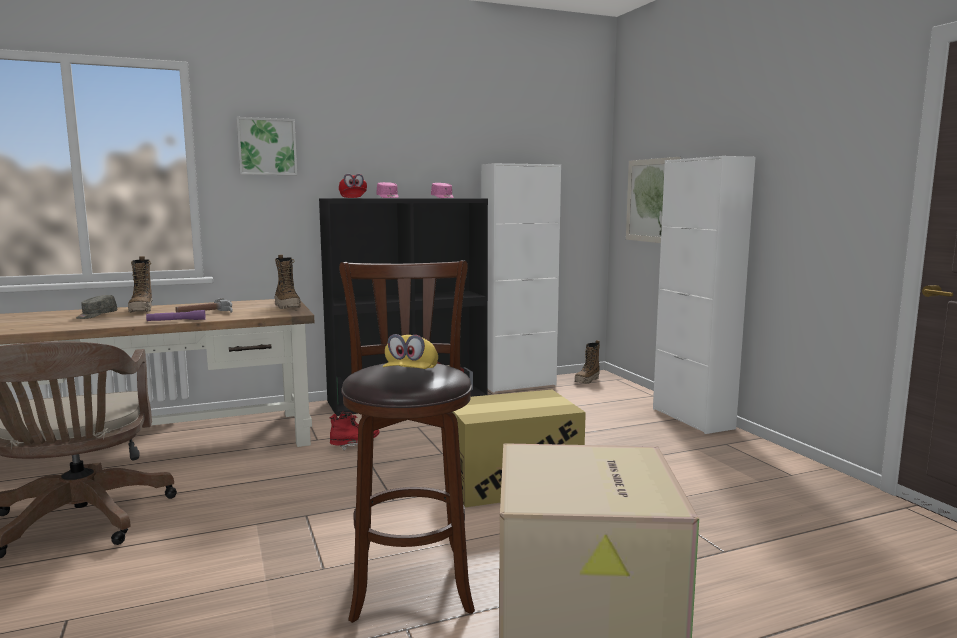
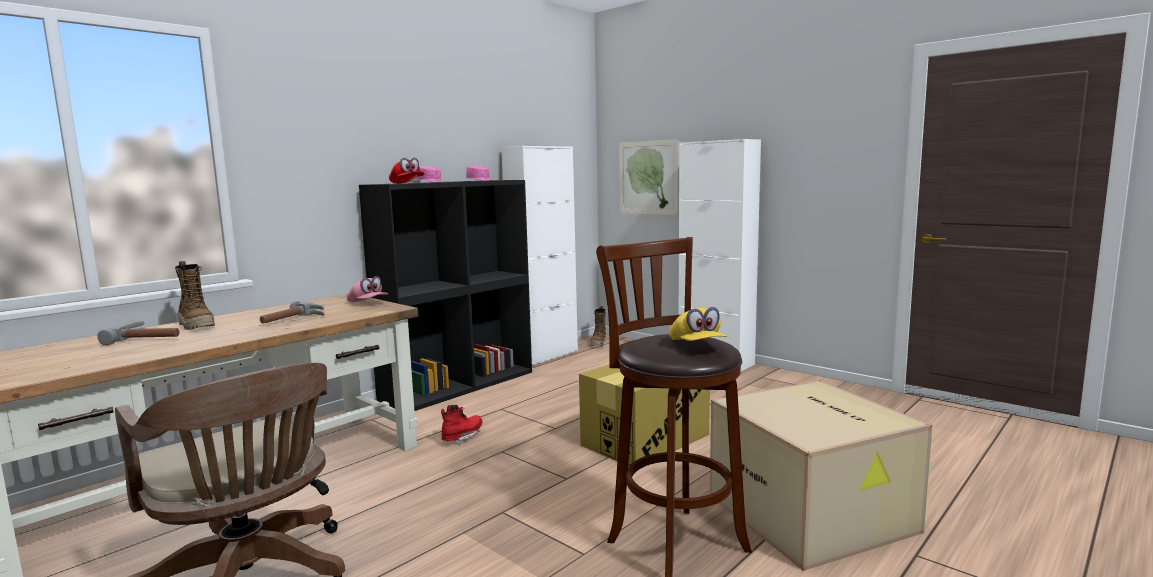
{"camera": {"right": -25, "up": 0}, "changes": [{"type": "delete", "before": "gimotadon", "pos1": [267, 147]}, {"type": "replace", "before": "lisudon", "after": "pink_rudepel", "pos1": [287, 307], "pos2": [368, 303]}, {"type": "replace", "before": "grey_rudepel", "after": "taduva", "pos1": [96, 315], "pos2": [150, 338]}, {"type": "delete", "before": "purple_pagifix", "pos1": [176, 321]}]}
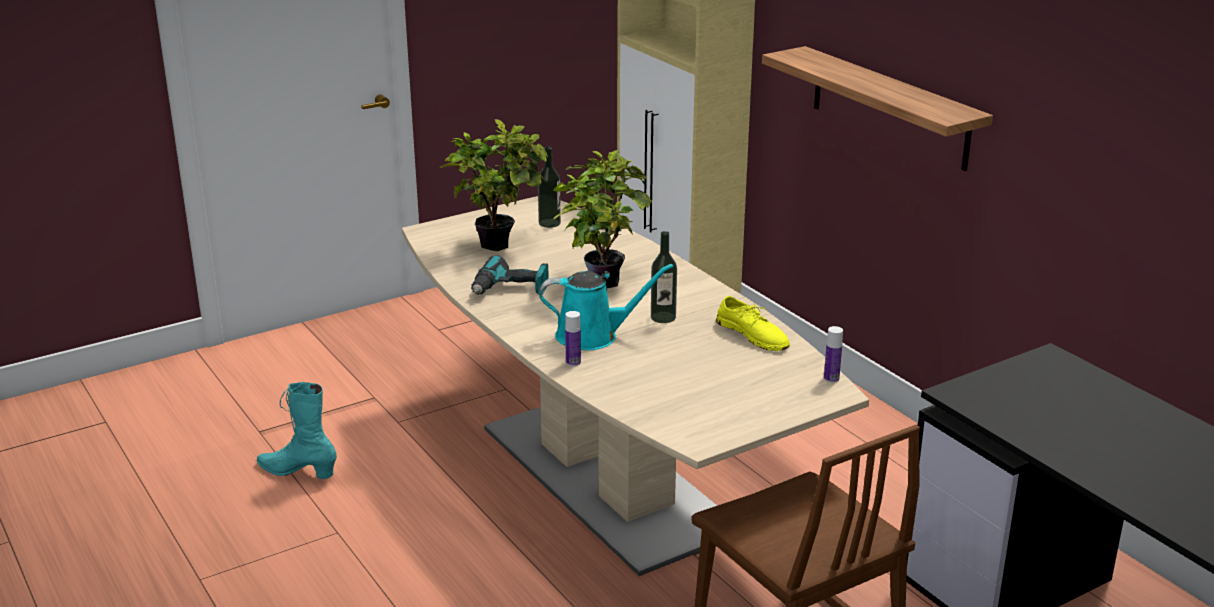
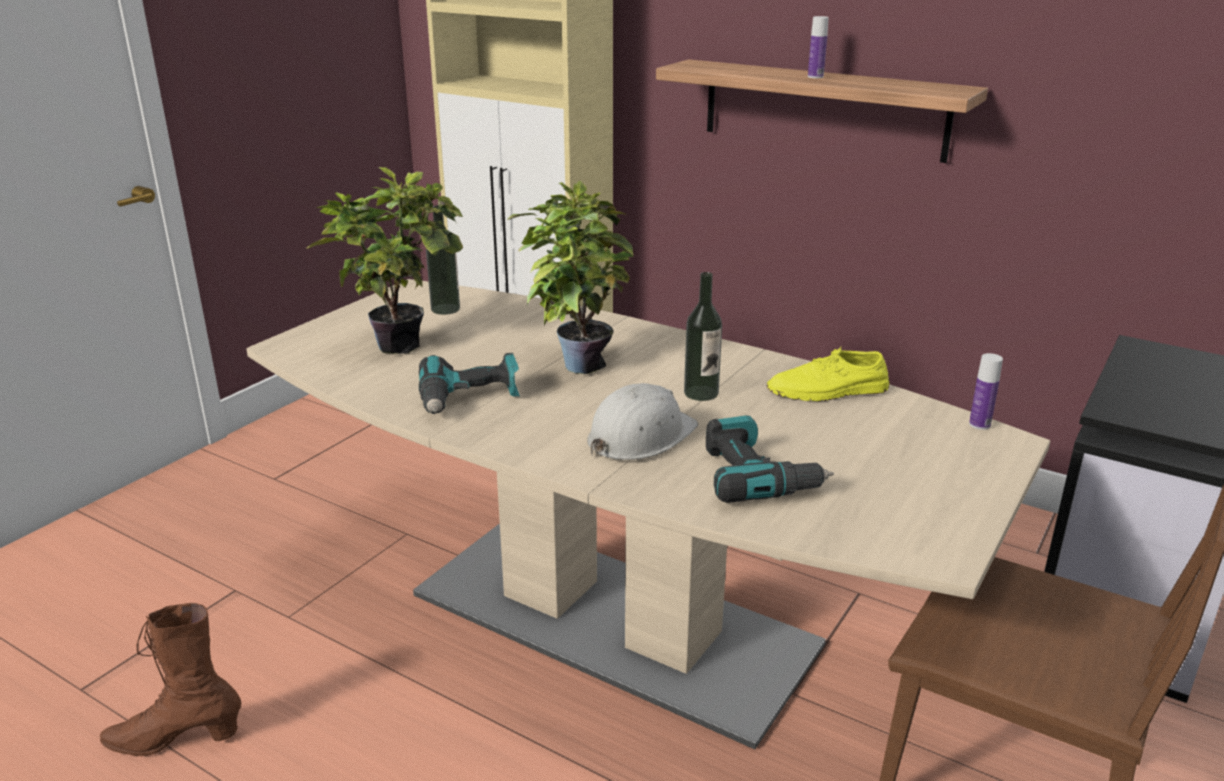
{"camera": {"right": -25, "up": 0}, "changes": [{"type": "replace", "before": "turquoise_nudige", "after": "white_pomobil", "pos1": [593, 336], "pos2": [640, 436]}, {"type": "rotate", "before": "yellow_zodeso", "pos1": [753, 334], "pos2": [828, 391], "turn": 150}, {"type": "move", "before": "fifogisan", "pos1": [573, 362], "pos2": [815, 77]}, {"type": "recolor", "before": "turquoise_lisudon", "after": "brown_lisudon", "pos1": [298, 472], "pos2": [176, 739]}, {"type": "insert", "after": "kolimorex", "pos2": [757, 476]}]}
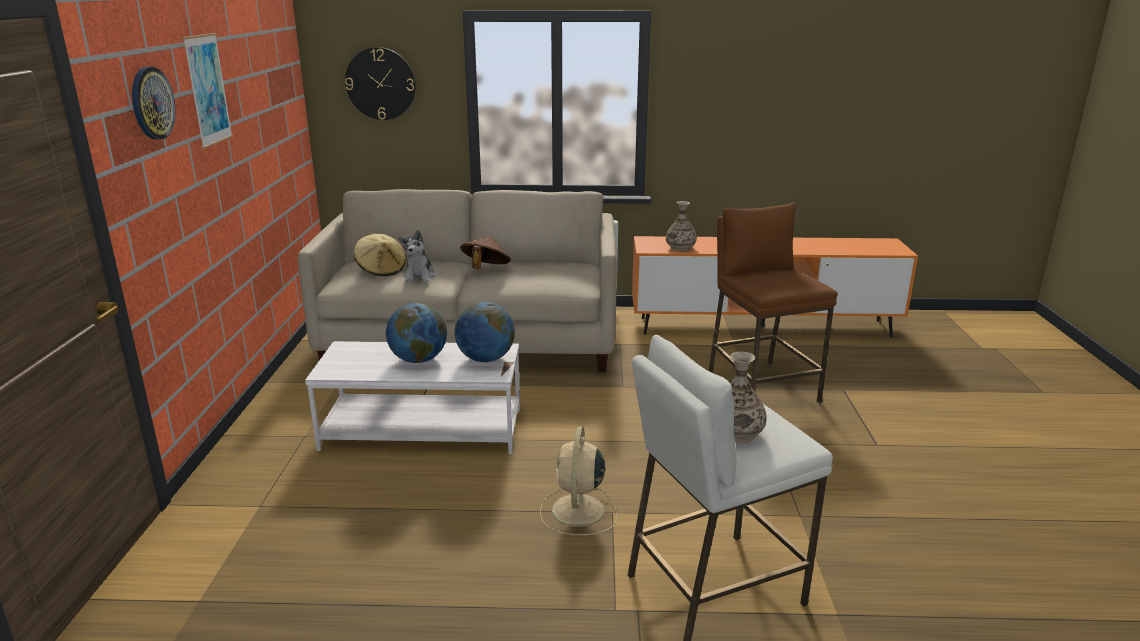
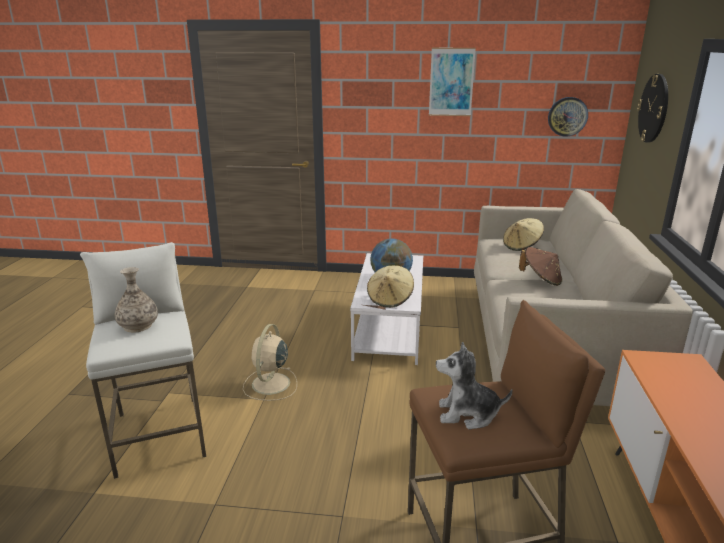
{"camera": {"right": 95, "up": 0}, "changes": [{"type": "move", "before": "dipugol", "pos1": [151, 103], "pos2": [567, 116]}, {"type": "delete", "before": "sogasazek", "pos1": [680, 248]}, {"type": "move", "before": "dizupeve", "pos1": [419, 277], "pos2": [467, 414]}, {"type": "replace", "before": "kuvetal", "after": "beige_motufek", "pos1": [486, 359], "pos2": [390, 299]}, {"type": "rotate", "before": "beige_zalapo", "pos1": [577, 512], "pos2": [270, 384], "turn": -90}]}
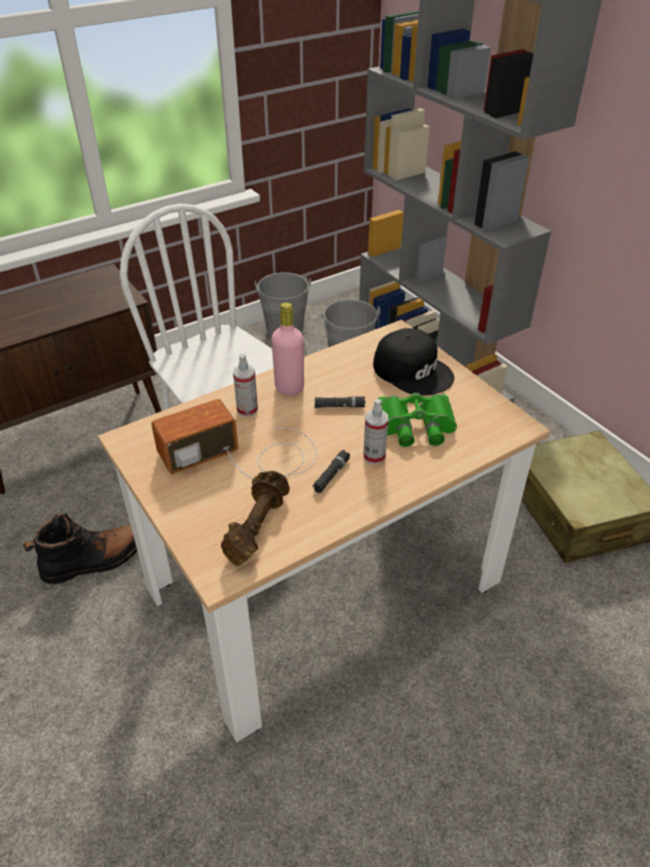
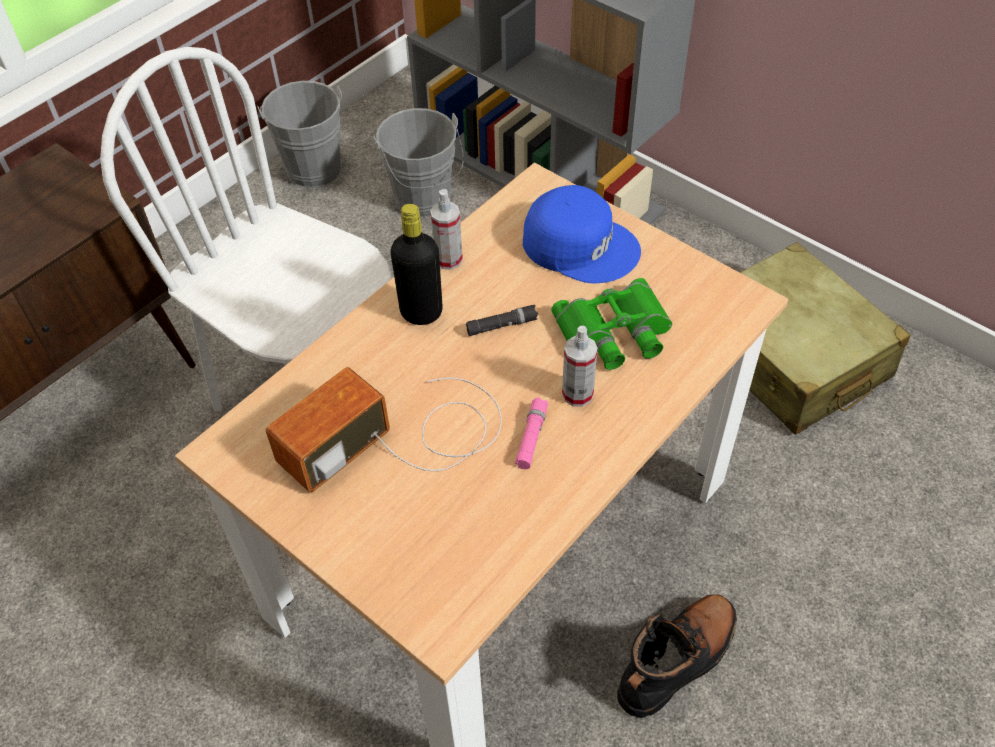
{"camera": {"right": -15, "up": 10}, "changes": [{"type": "recolor", "before": "pink_fifogisan", "after": "black_fifogisan", "pos1": [289, 388], "pos2": [421, 312]}, {"type": "recolor", "before": "black_rudepel", "after": "blue_rudepel", "pos1": [413, 370], "pos2": [580, 244]}, {"type": "move", "before": "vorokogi", "pos1": [247, 410], "pos2": [448, 259]}, {"type": "recolor", "before": "black_pagifix", "after": "pink_pagifix", "pos1": [331, 475], "pos2": [531, 437]}, {"type": "delete", "before": "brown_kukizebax", "pos1": [256, 527]}, {"type": "move", "before": "black_lisudon", "pos1": [93, 561], "pos2": [677, 660]}]}
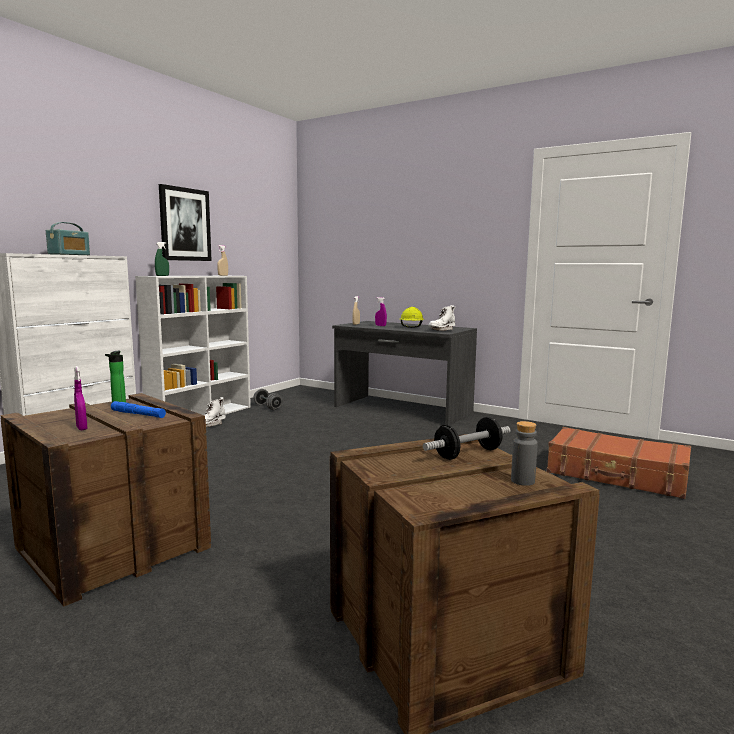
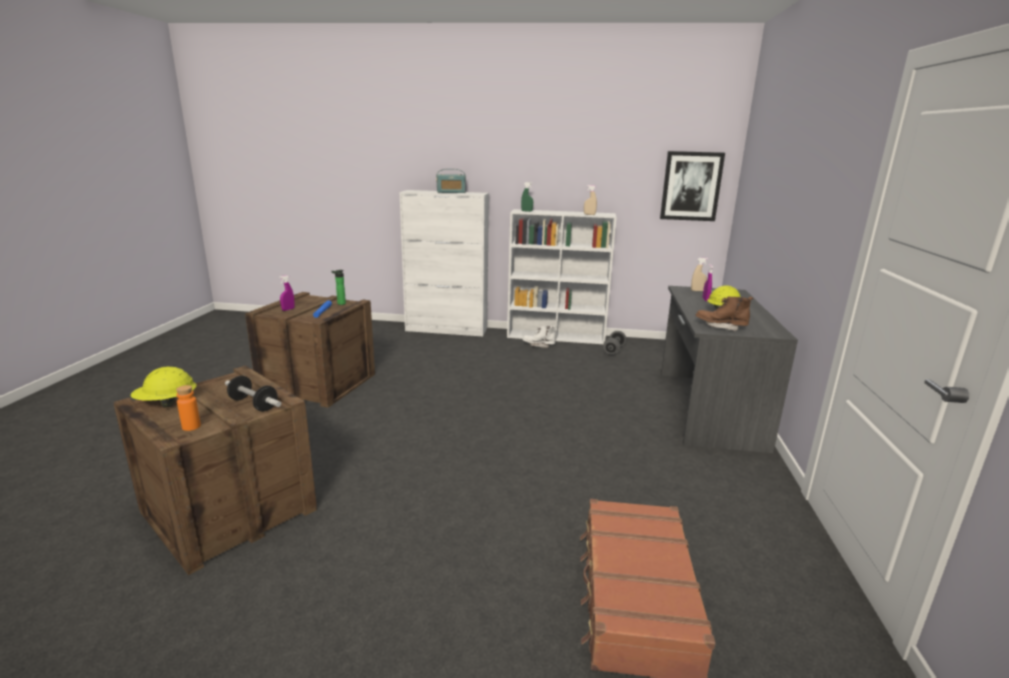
{"camera": {"right": 65, "up": 10}, "changes": [{"type": "move", "before": "gimotadon", "pos1": [185, 224], "pos2": [691, 186]}, {"type": "recolor", "before": "white_lisudon", "after": "brown_lisudon", "pos1": [441, 330], "pos2": [721, 326]}, {"type": "recolor", "before": "grey_fifogisan", "after": "orange_fifogisan", "pos1": [522, 481], "pos2": [191, 426]}, {"type": "insert", "after": "yellow_pomobil", "pos2": [167, 403]}]}
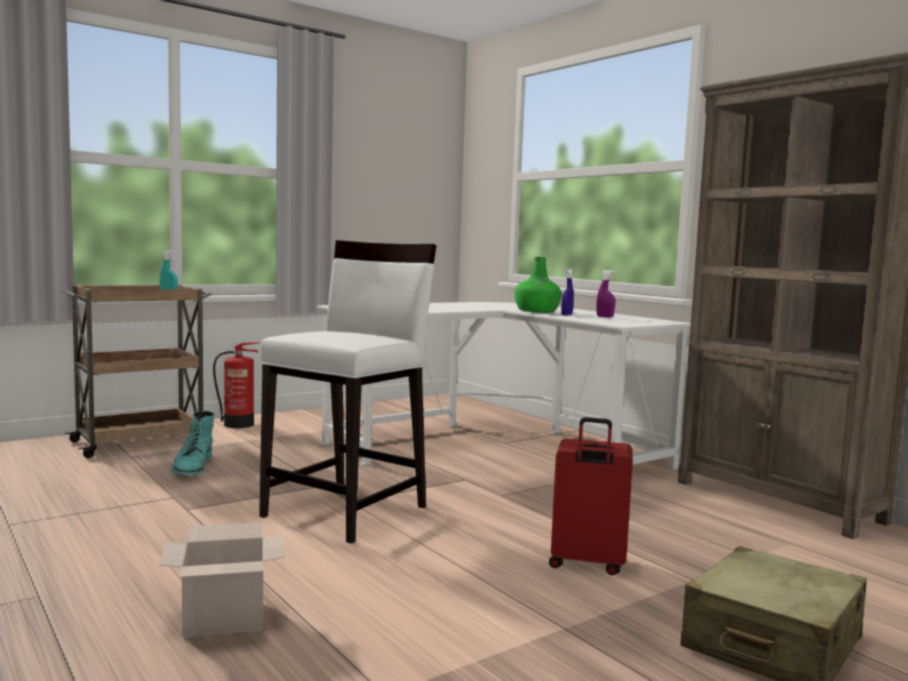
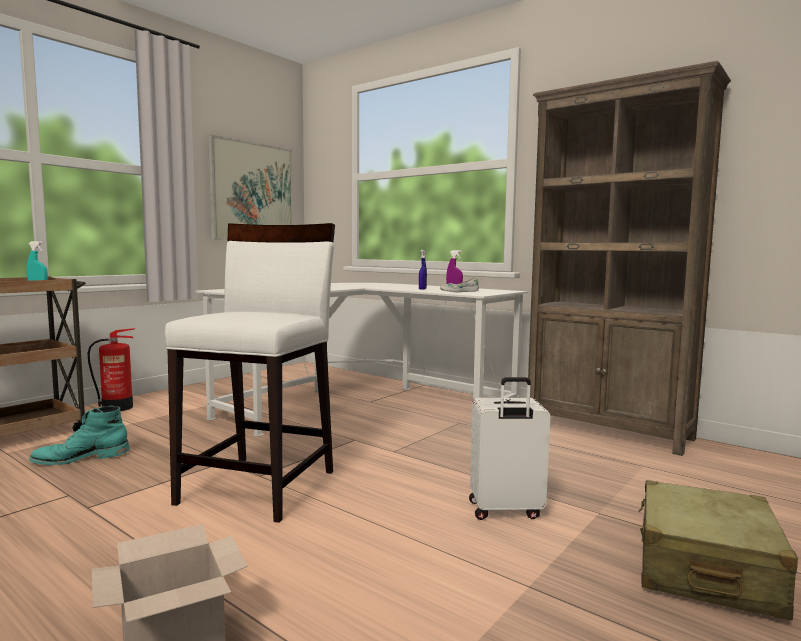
{"camera": {"right": -15, "up": 0}, "changes": [{"type": "delete", "before": "green_fifogisan", "pos1": [537, 311]}, {"type": "rotate", "before": "turquoise_lisudon", "pos1": [192, 467], "pos2": [81, 458], "turn": 90}, {"type": "recolor", "before": "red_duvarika", "after": "white_duvarika", "pos1": [586, 564], "pos2": [505, 511]}, {"type": "insert", "after": "gimotadon", "pos2": [252, 192]}, {"type": "insert", "after": "white_zodeso", "pos2": [459, 291]}]}
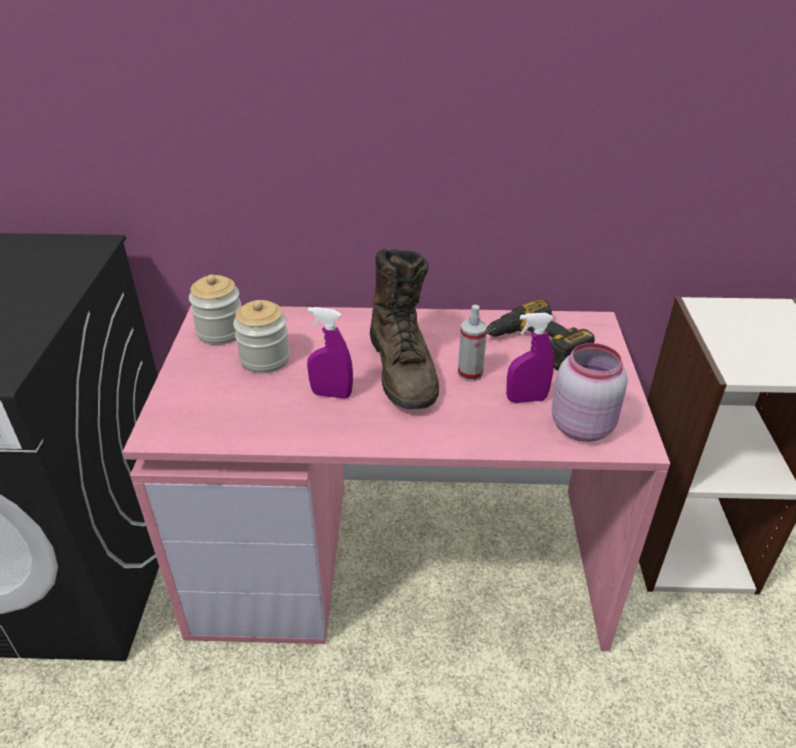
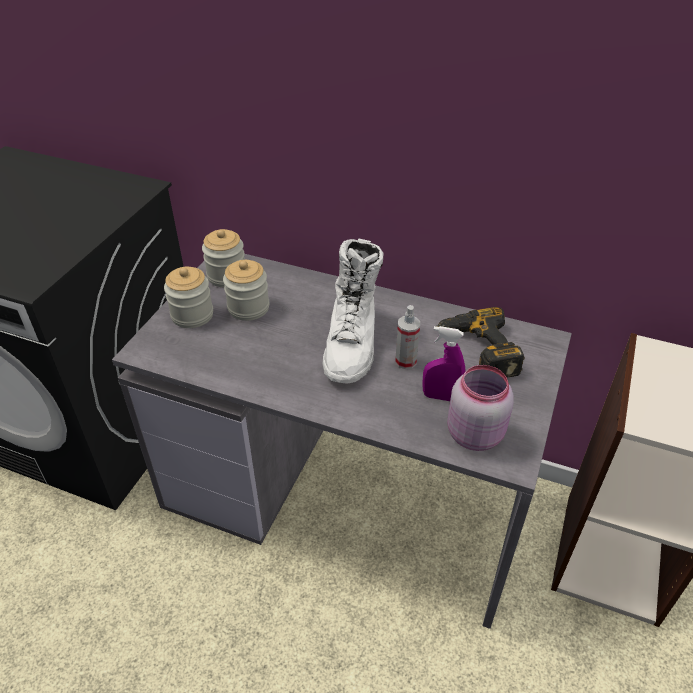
{"camera": {"right": 20, "up": 5}, "changes": [{"type": "recolor", "before": "brown_lisudon", "after": "white_lisudon", "pos1": [403, 369], "pos2": [352, 343]}, {"type": "recolor", "before": "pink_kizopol", "after": "grey_kizopol", "pos1": [401, 556], "pos2": [349, 493]}, {"type": "delete", "before": "purple_vorokogi", "pos1": [331, 394]}, {"type": "insert", "after": "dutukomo", "pos2": [192, 315]}]}
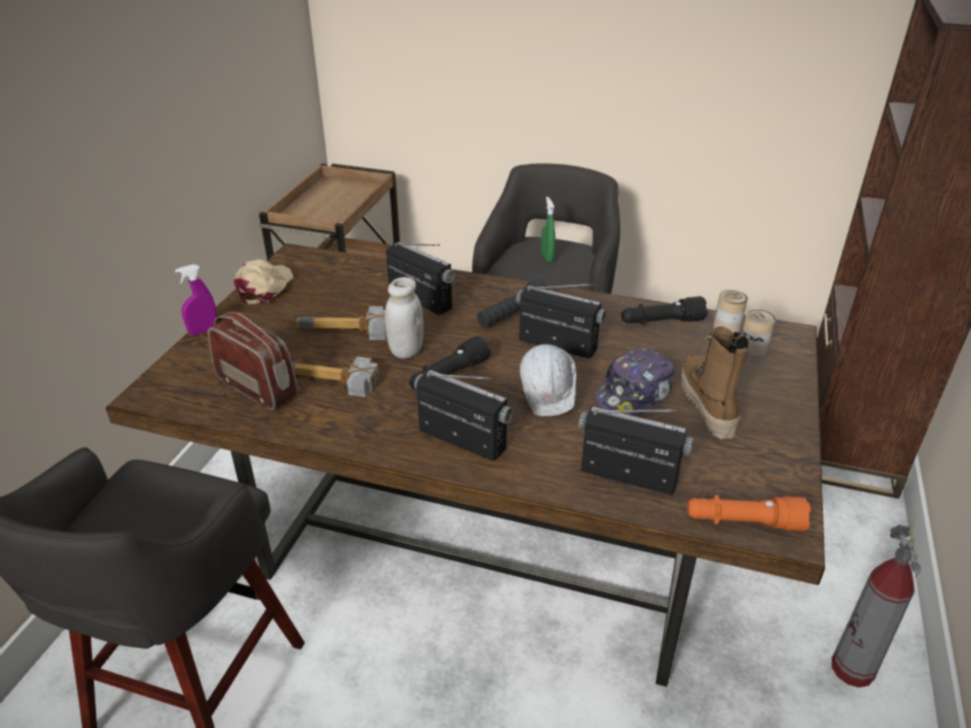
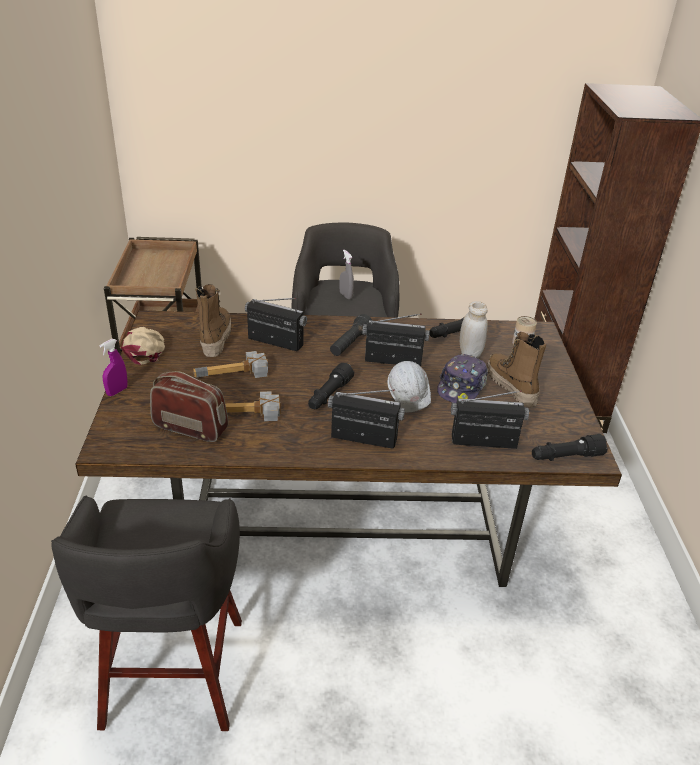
{"camera": {"right": -20, "up": 0}, "changes": [{"type": "recolor", "before": "green_vorokogi", "after": "grey_vorokogi", "pos1": [547, 257], "pos2": [346, 295]}, {"type": "move", "before": "white_dutukomo", "pos1": [406, 350], "pos2": [470, 353]}, {"type": "delete", "before": "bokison", "pos1": [726, 327]}, {"type": "recolor", "before": "orange_pagifix", "after": "black_pagifix", "pos1": [743, 522], "pos2": [565, 457]}, {"type": "delete", "before": "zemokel", "pos1": [852, 669]}, {"type": "insert", "after": "lisudon", "pos2": [215, 338]}]}
